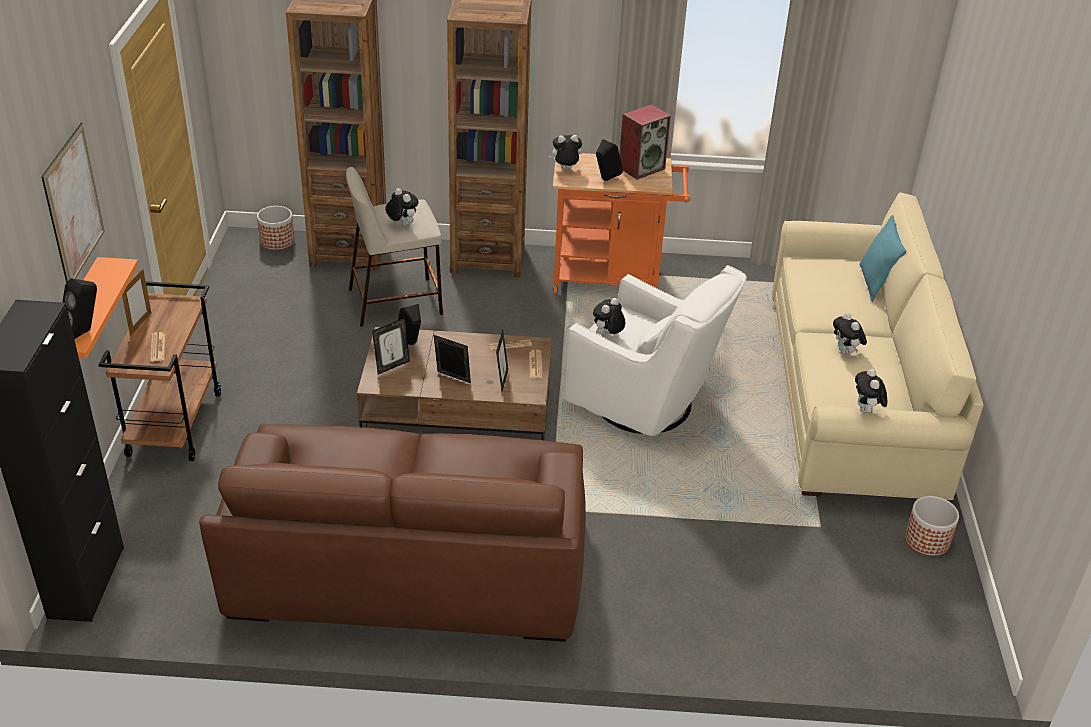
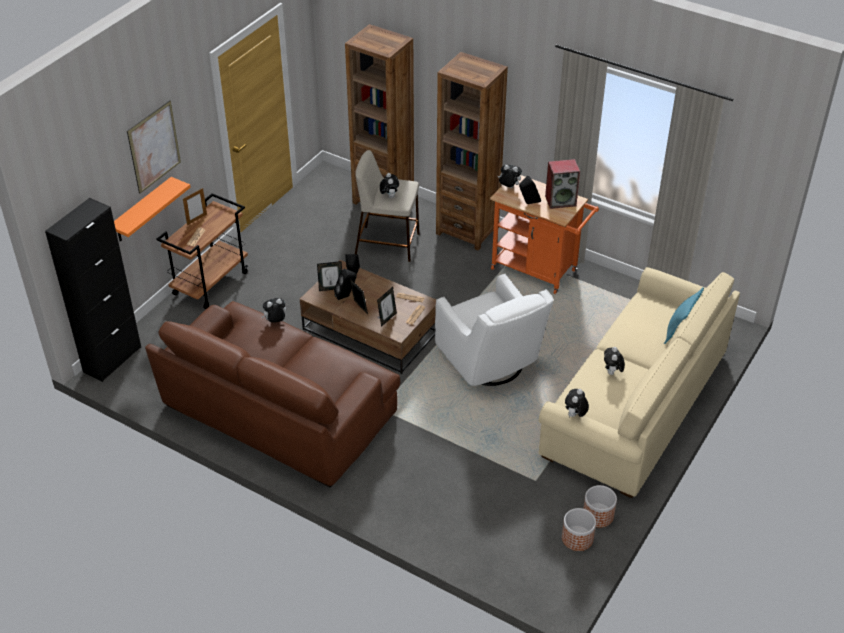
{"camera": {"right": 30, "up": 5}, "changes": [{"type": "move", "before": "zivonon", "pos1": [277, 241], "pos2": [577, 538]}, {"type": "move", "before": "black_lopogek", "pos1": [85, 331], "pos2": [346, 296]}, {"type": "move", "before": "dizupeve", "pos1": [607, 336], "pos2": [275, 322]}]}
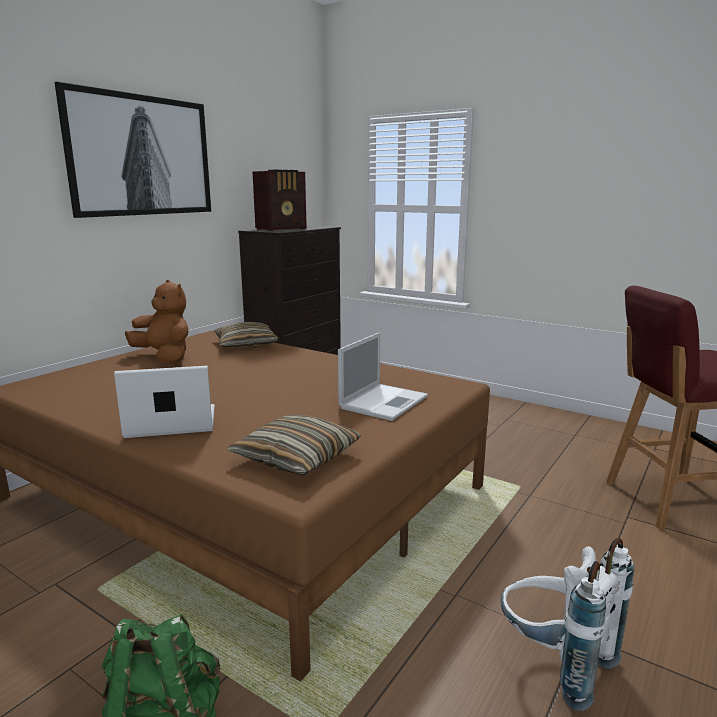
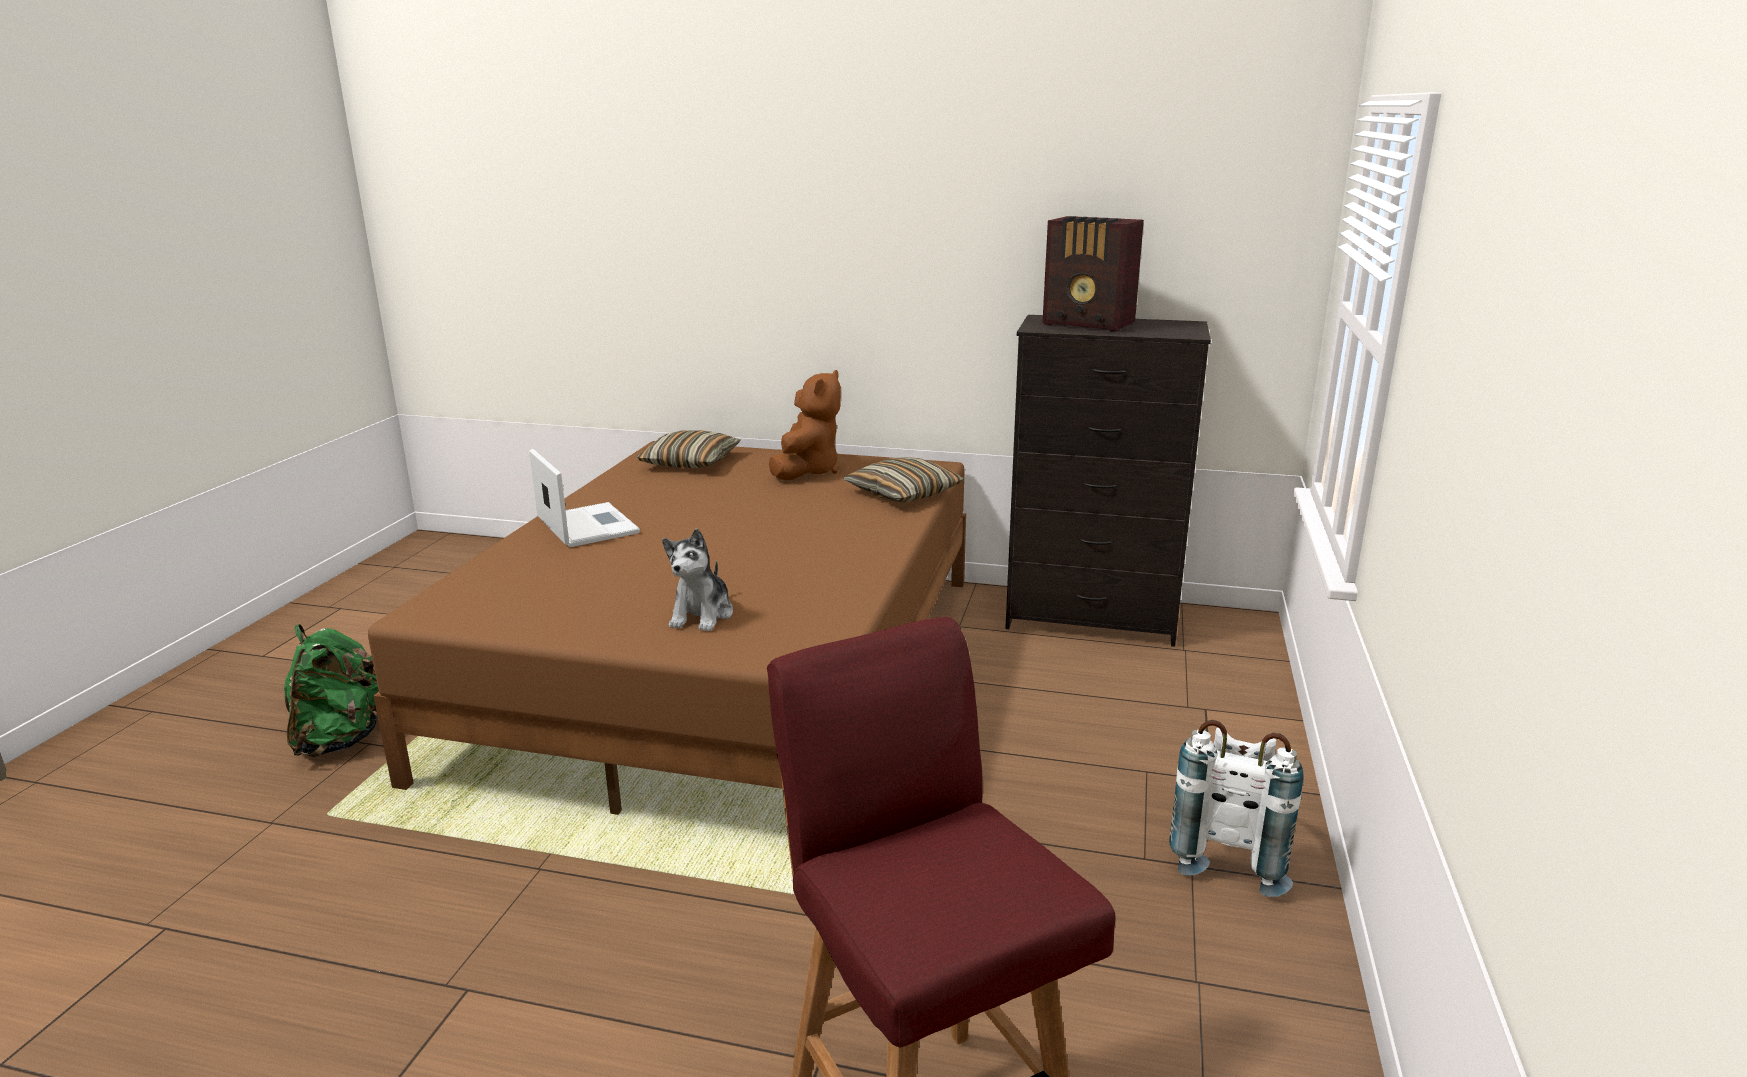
{"camera": {"right": 70, "up": 5}, "changes": [{"type": "delete", "before": "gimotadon", "pos1": [141, 156]}, {"type": "replace", "before": "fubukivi", "after": "dizupeve", "pos1": [384, 401], "pos2": [702, 615]}, {"type": "move", "before": "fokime", "pos1": [297, 457], "pos2": [690, 462]}, {"type": "move", "before": "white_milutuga", "pos1": [554, 663], "pos2": [1229, 855]}]}
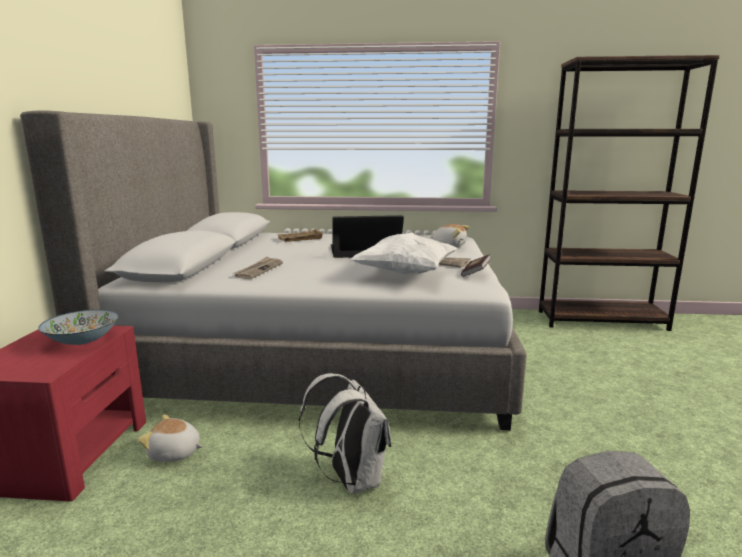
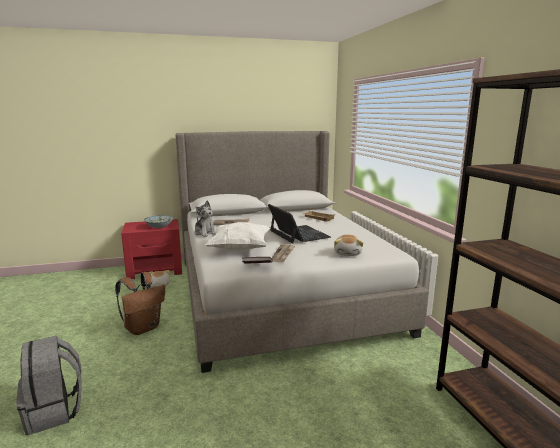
{"camera": {"right": 70, "up": 0}, "changes": [{"type": "recolor", "before": "white_milutuga", "after": "brown_milutuga", "pos1": [351, 479], "pos2": [143, 328]}, {"type": "insert", "after": "dizupeve", "pos2": [205, 233]}]}
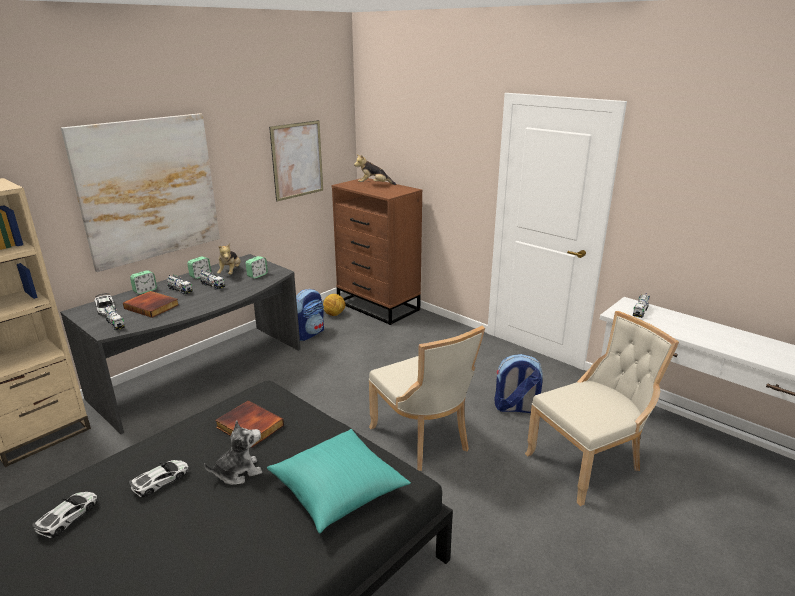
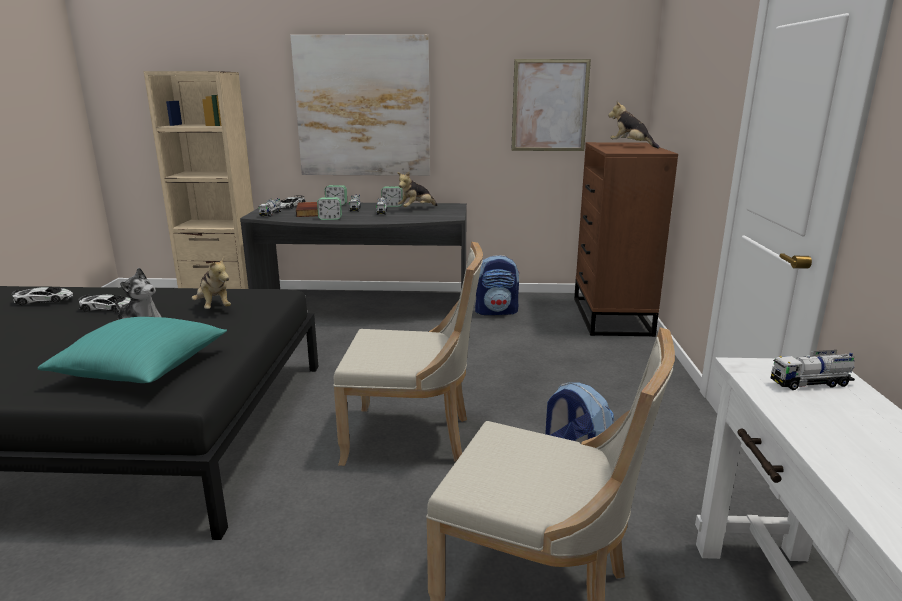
{"camera": {"right": 50, "up": -5}, "changes": [{"type": "move", "before": "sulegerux", "pos1": [257, 275], "pos2": [330, 218]}, {"type": "delete", "before": "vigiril", "pos1": [334, 314]}, {"type": "rotate", "before": "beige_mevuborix", "pos1": [423, 439], "pos2": [413, 437], "turn": -105}, {"type": "replace", "before": "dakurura", "after": "dizupeve", "pos1": [248, 427], "pos2": [214, 307]}]}
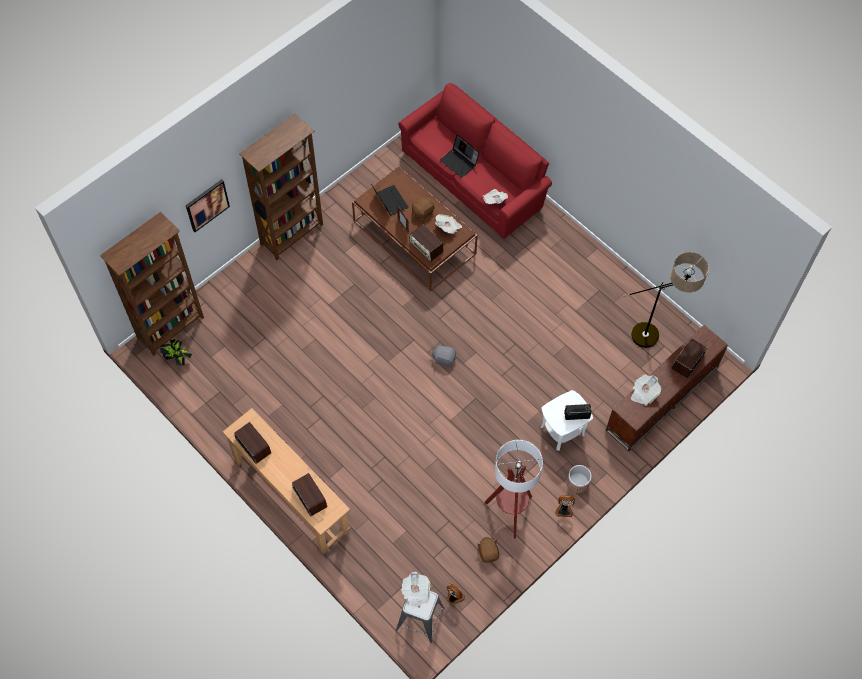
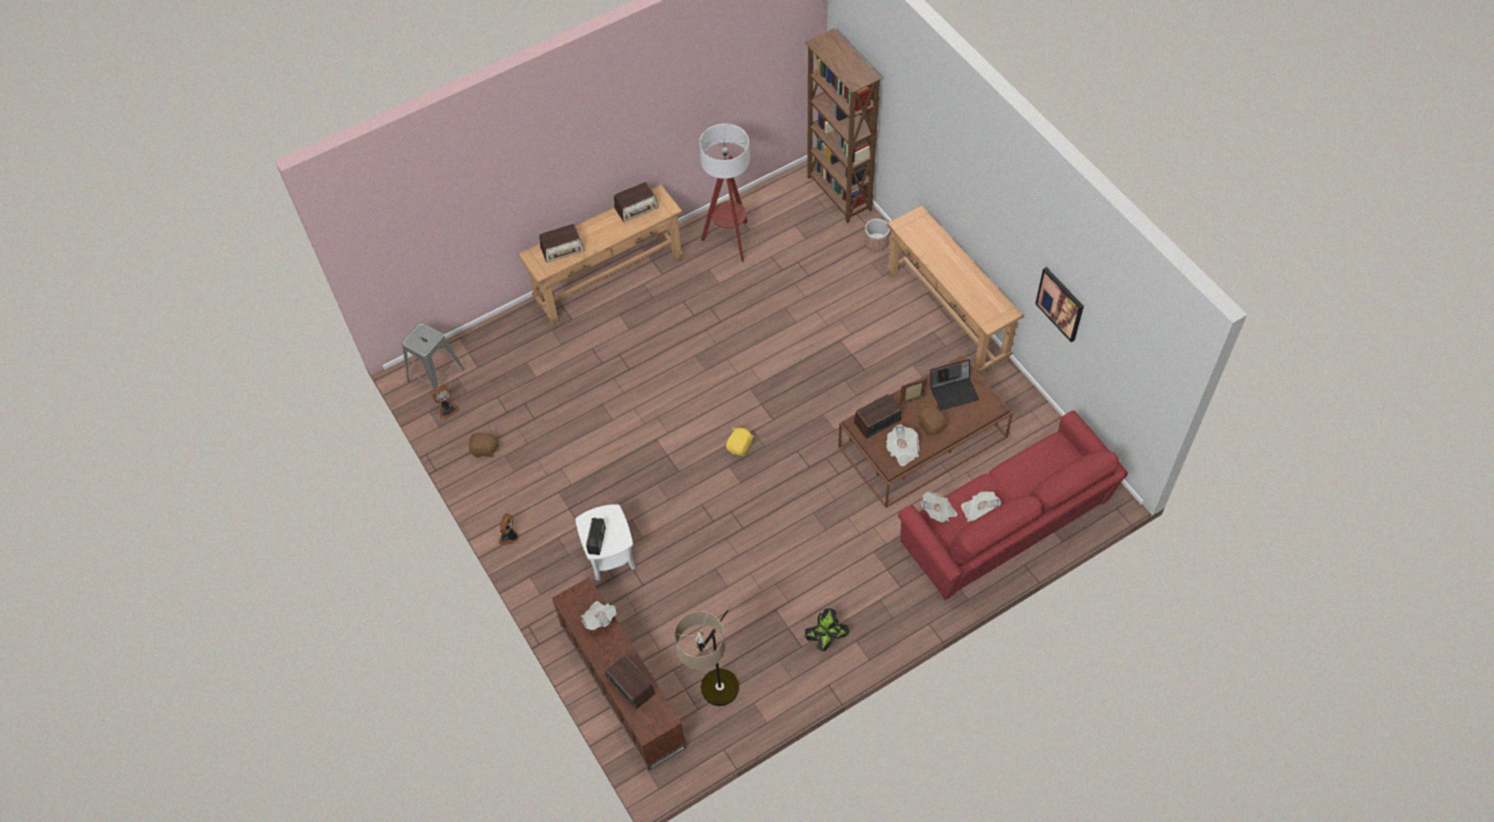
{"camera": {"right": 105, "up": -5}, "changes": [{"type": "replace", "before": "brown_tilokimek", "after": "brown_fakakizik", "pos1": [292, 234], "pos2": [947, 316]}, {"type": "delete", "before": "fubukivi", "pos1": [459, 162]}, {"type": "move", "before": "gimotadon", "pos1": [207, 205], "pos2": [1060, 304]}, {"type": "move", "before": "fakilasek", "pos1": [178, 359], "pos2": [826, 638]}, {"type": "recolor", "before": "grey_dizupeve", "after": "yellow_dizupeve", "pos1": [444, 358], "pos2": [740, 447]}, {"type": "move", "before": "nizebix", "pos1": [510, 512], "pos2": [730, 241]}, {"type": "move", "before": "zivonon", "pos1": [577, 483], "pos2": [876, 242]}, {"type": "move", "before": "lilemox", "pos1": [415, 593], "pos2": [979, 511]}]}
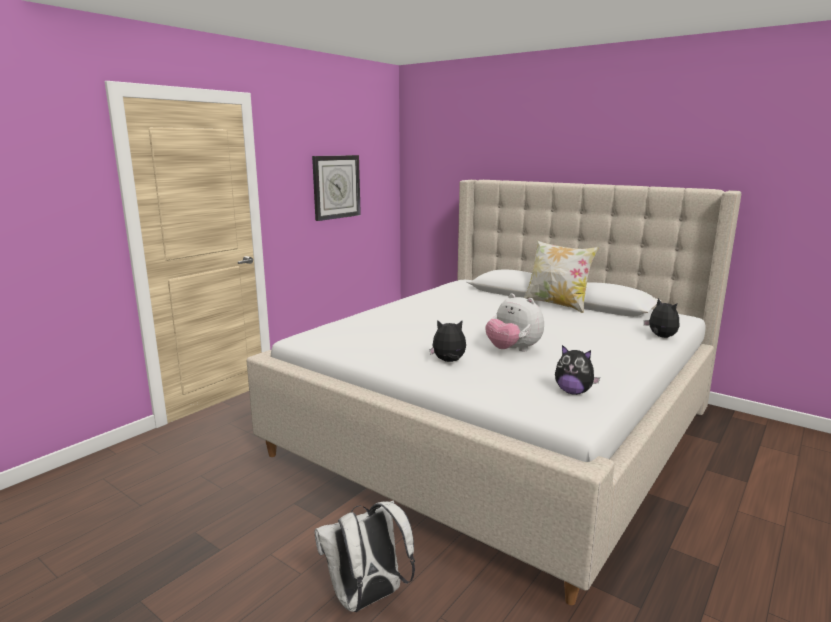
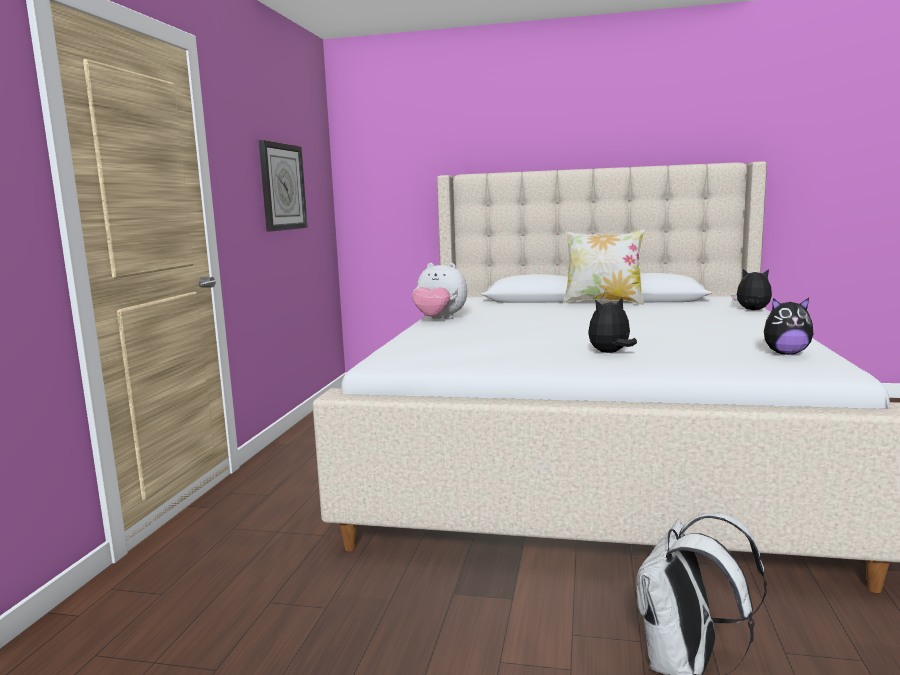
{"camera": {"right": -25, "up": -5}, "changes": [{"type": "move", "before": "dizupeve", "pos1": [513, 350], "pos2": [439, 319]}]}
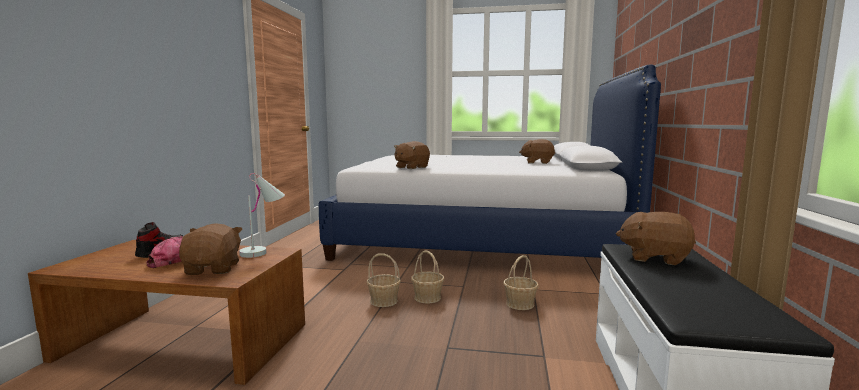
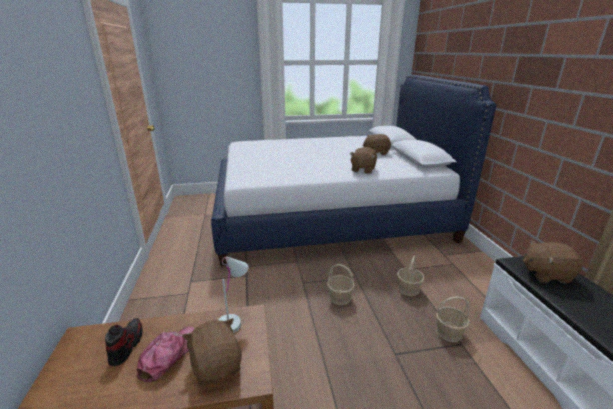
{"camera": {"right": -20, "up": 15}, "changes": [{"type": "move", "before": "brown_dizupeve", "pos1": [411, 167], "pos2": [362, 169]}, {"type": "move", "before": "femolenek", "pos1": [384, 301], "pos2": [449, 332]}]}
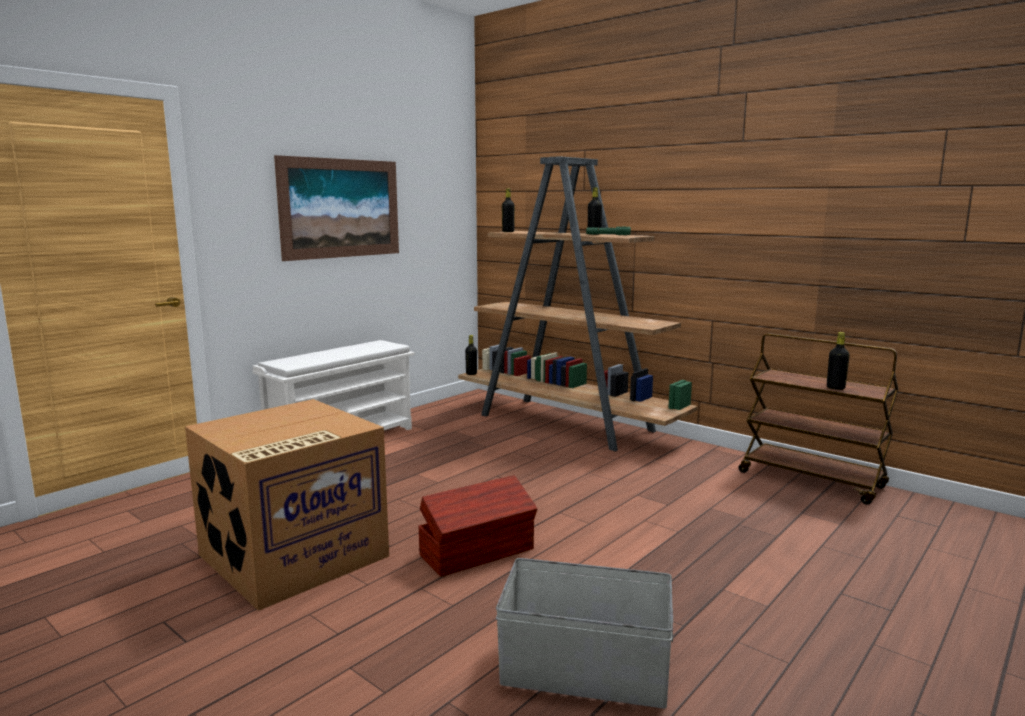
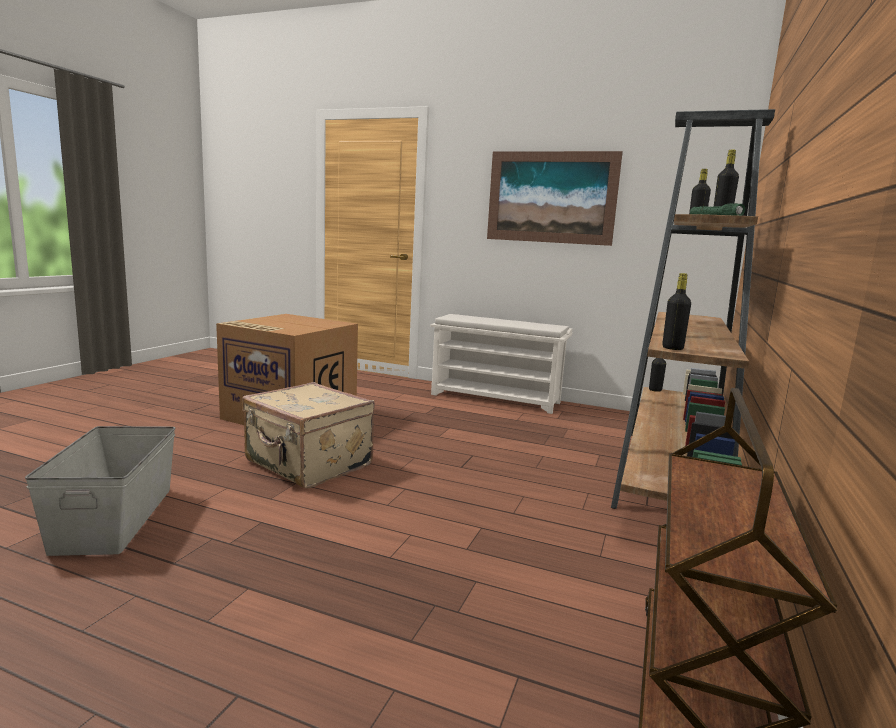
{"camera": {"right": 70, "up": 0}, "changes": [{"type": "move", "before": "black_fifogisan", "pos1": [835, 388], "pos2": [672, 348]}, {"type": "replace", "before": "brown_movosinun", "after": "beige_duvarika", "pos1": [478, 552], "pos2": [308, 464]}]}
